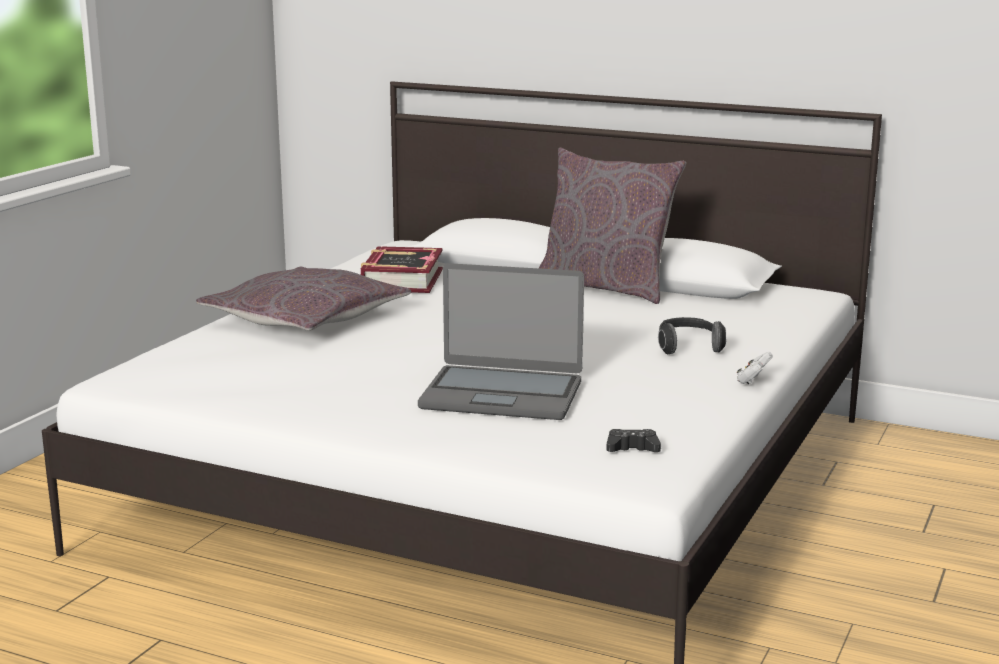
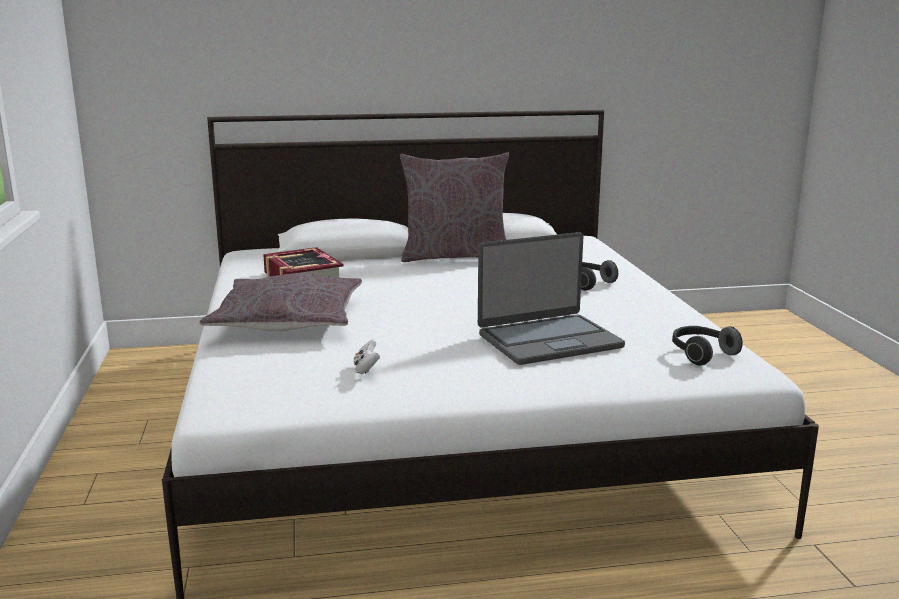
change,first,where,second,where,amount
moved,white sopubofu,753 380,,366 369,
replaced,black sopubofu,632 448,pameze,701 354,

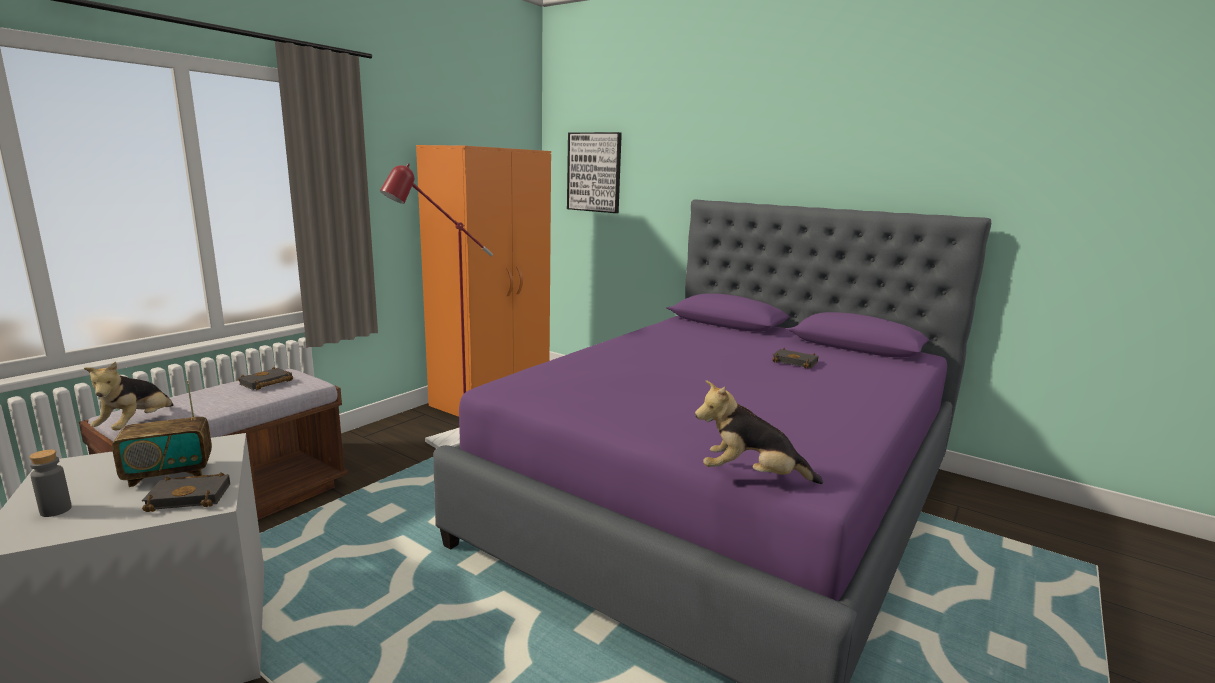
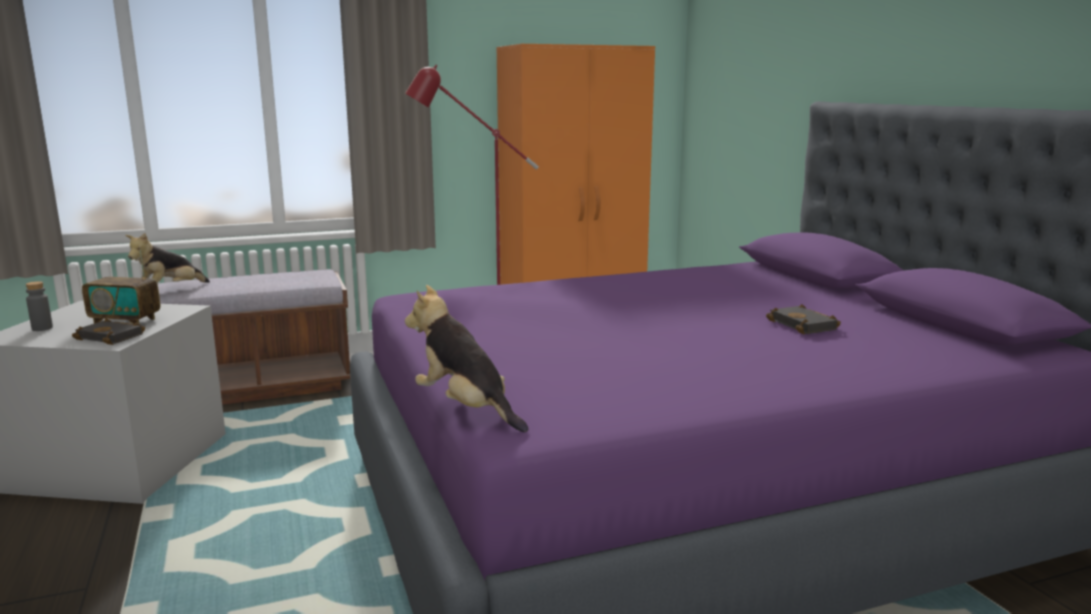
change,first,where,second,where,amount
removed,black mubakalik,266 383,,,
removed,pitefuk,594 172,,,

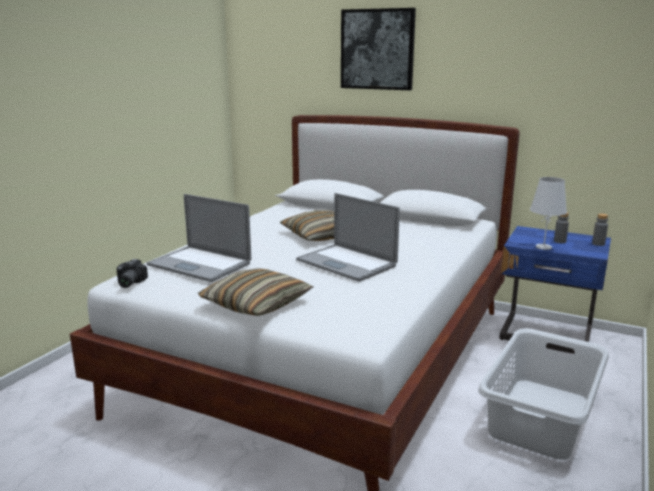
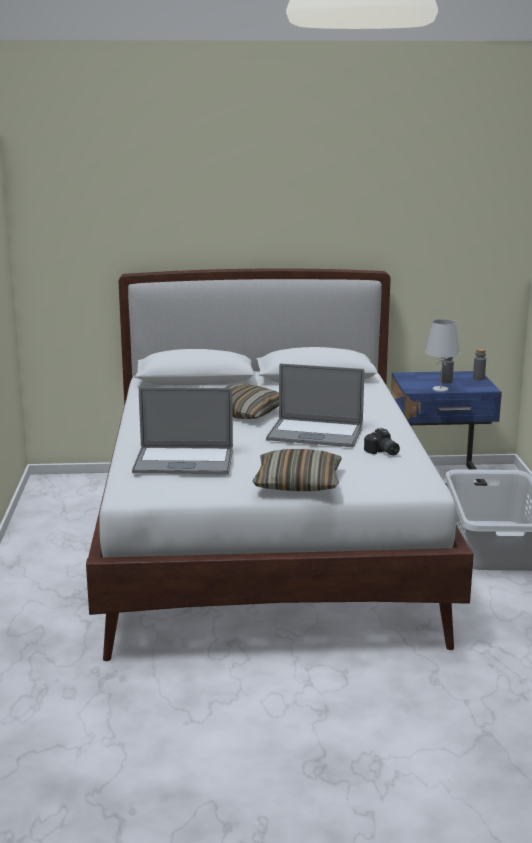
change,first,where,second,where,amount
removed,pitefuk,377 49,,,
moved,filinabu,128 283,,382 452,

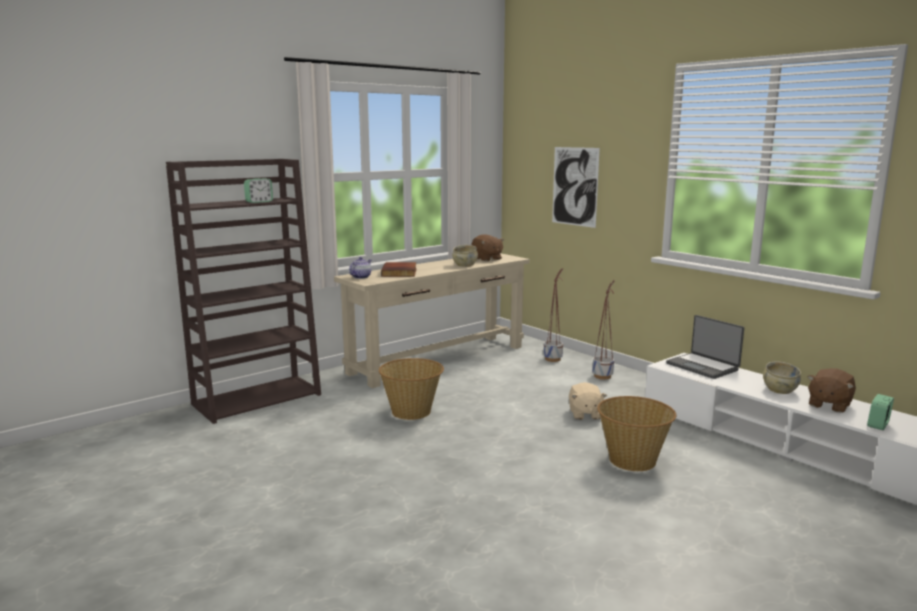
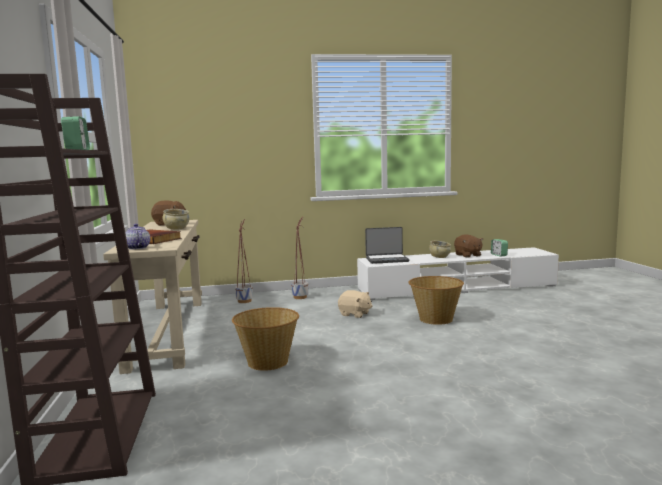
change,first,where,second,where,amount
removed,pitefuk,575 186,,,

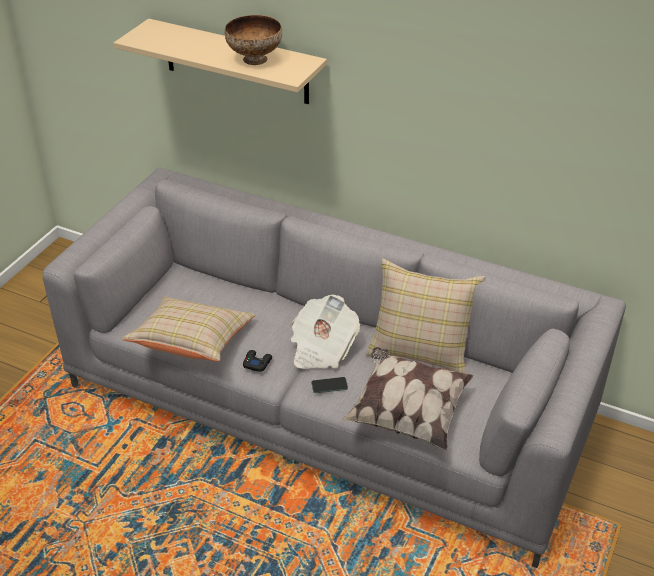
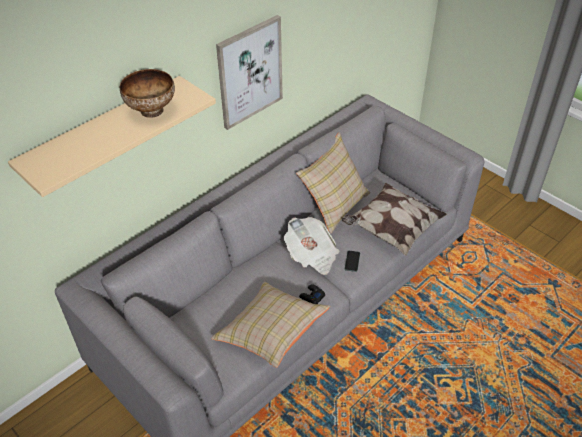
change,first,where,second,where,amount
added,,,pitefuk,249 72,

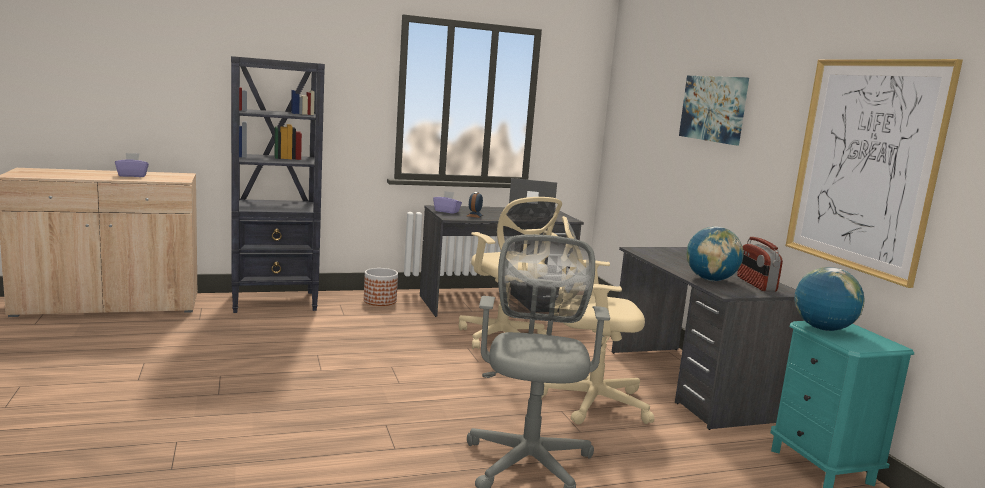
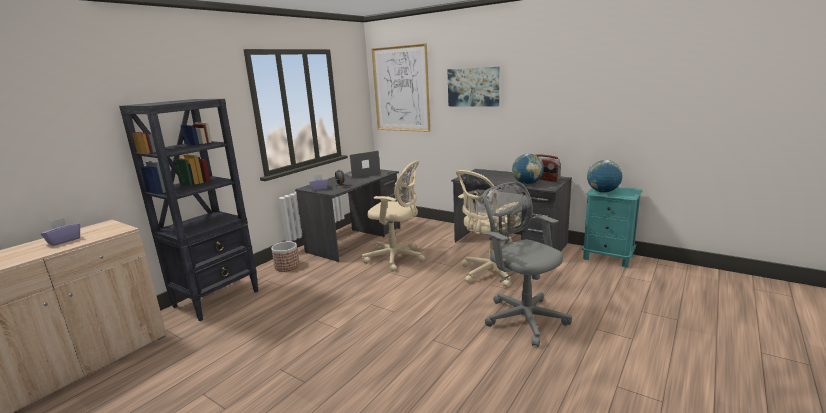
change,first,where,second,where,amount
moved,pitefuk,864 165,,401 89,

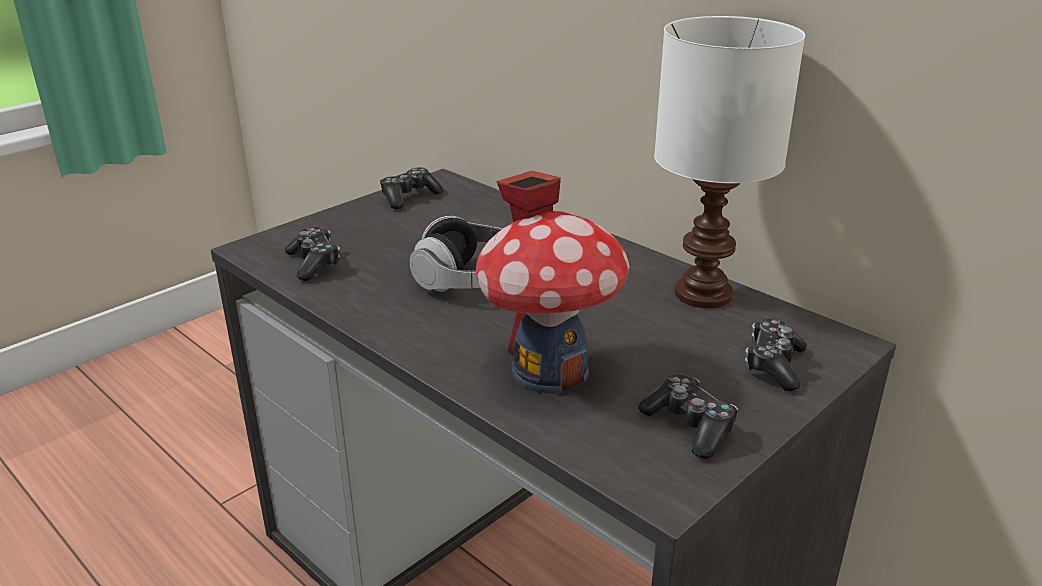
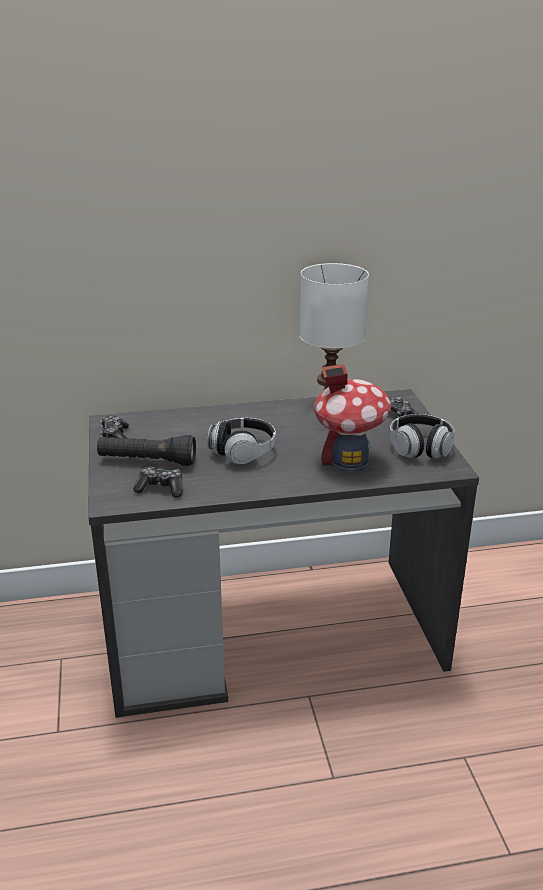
change,first,where,second,where,amount
added,,,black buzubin,147 461,
replaced,sopubofu,690 426,pameze,420 448,

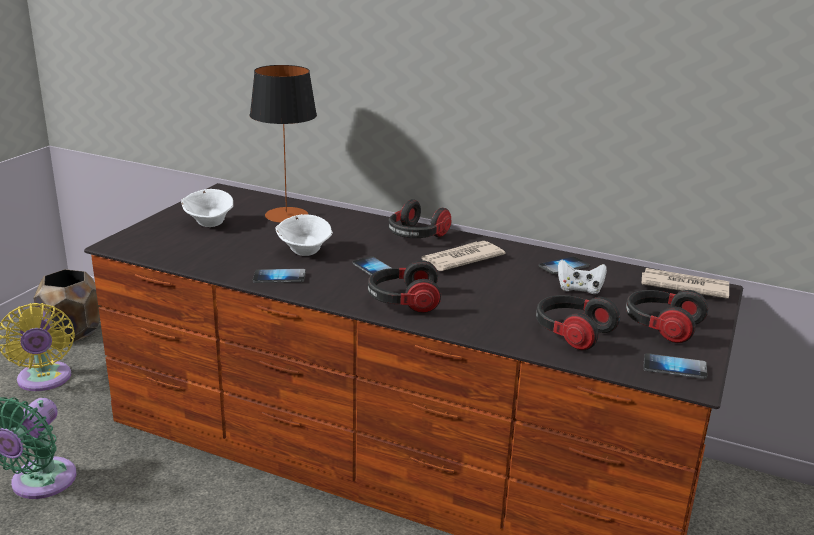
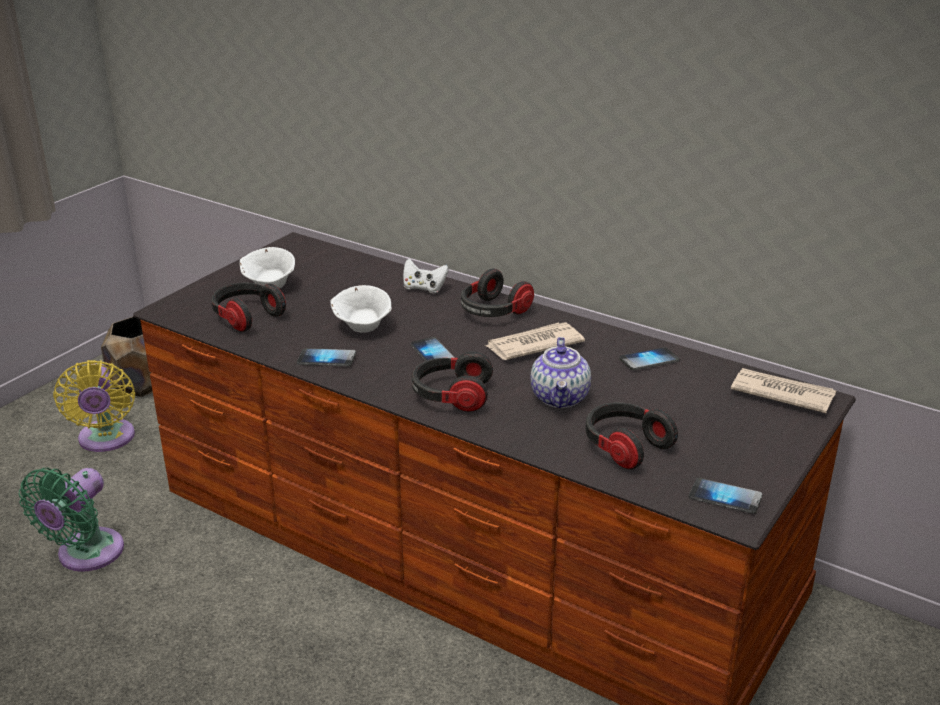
change,first,where,second,where,amount
removed,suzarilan,286 215,,,
added,,,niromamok,560 398,
moved,white sopubofu,579 289,,424 288,
moved,pameze,661 327,,246 317,

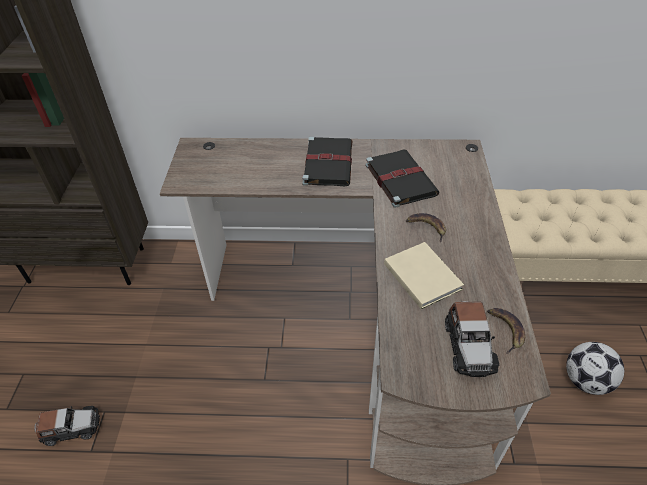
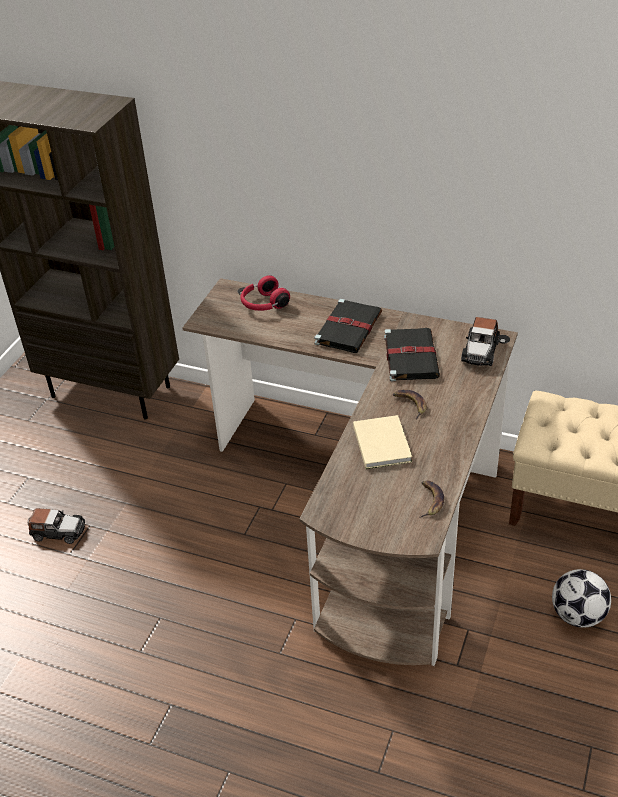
change,first,where,second,where,amount
added,,,red pameze,264 304,
moved,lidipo,469 346,,480 351,

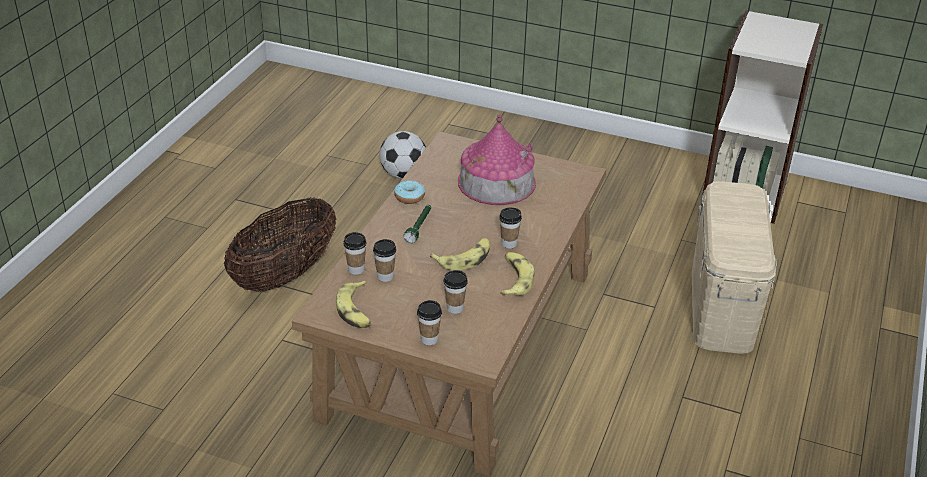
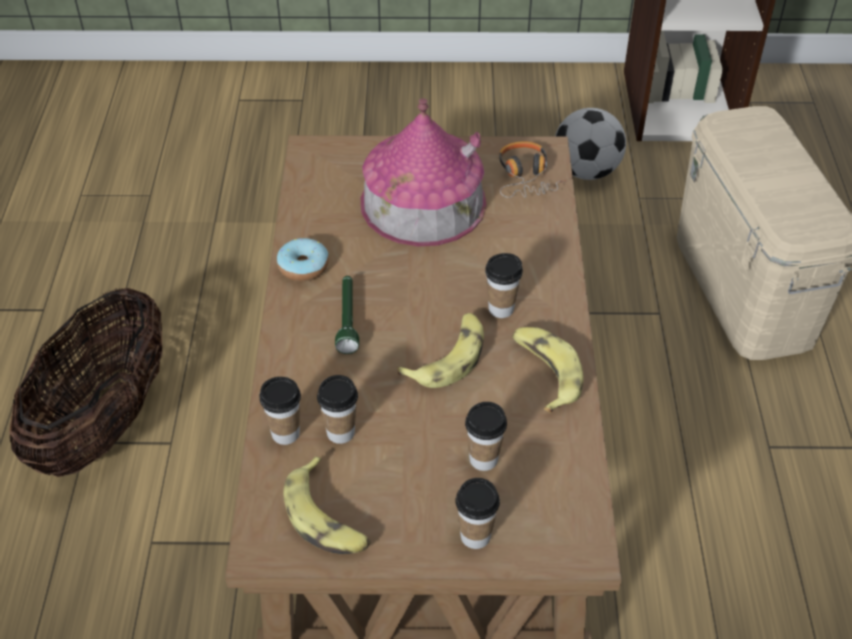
change,first,where,second,where,amount
added,,,pameze,526 177,
moved,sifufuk,403 174,,586 171,

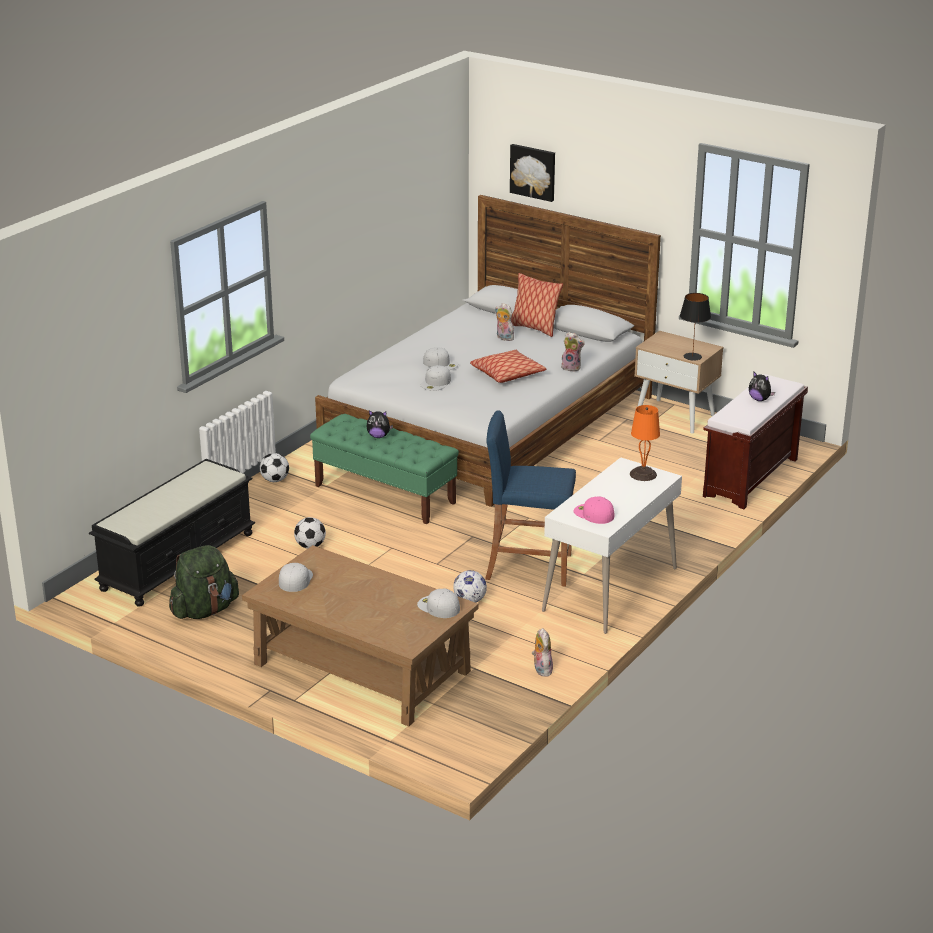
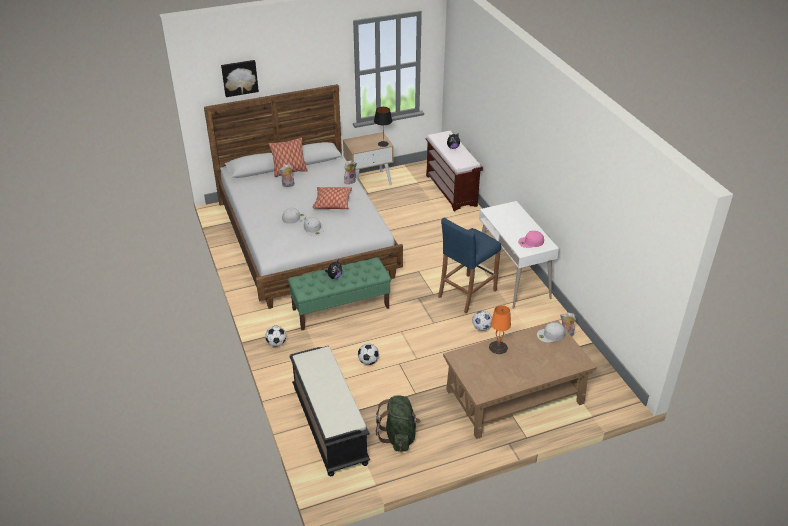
change,first,where,second,where,amount
removed,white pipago,295 579,,,
moved,orange suzarilan,643 474,,498 347,

